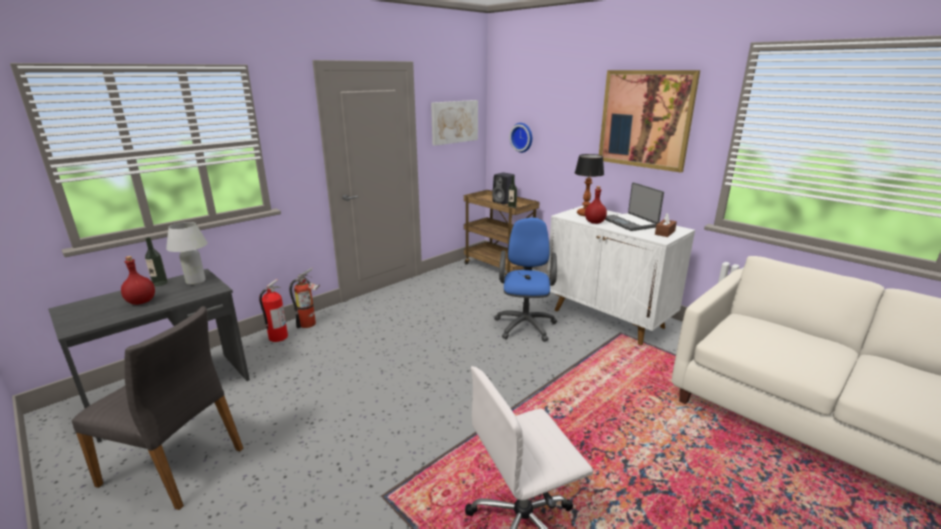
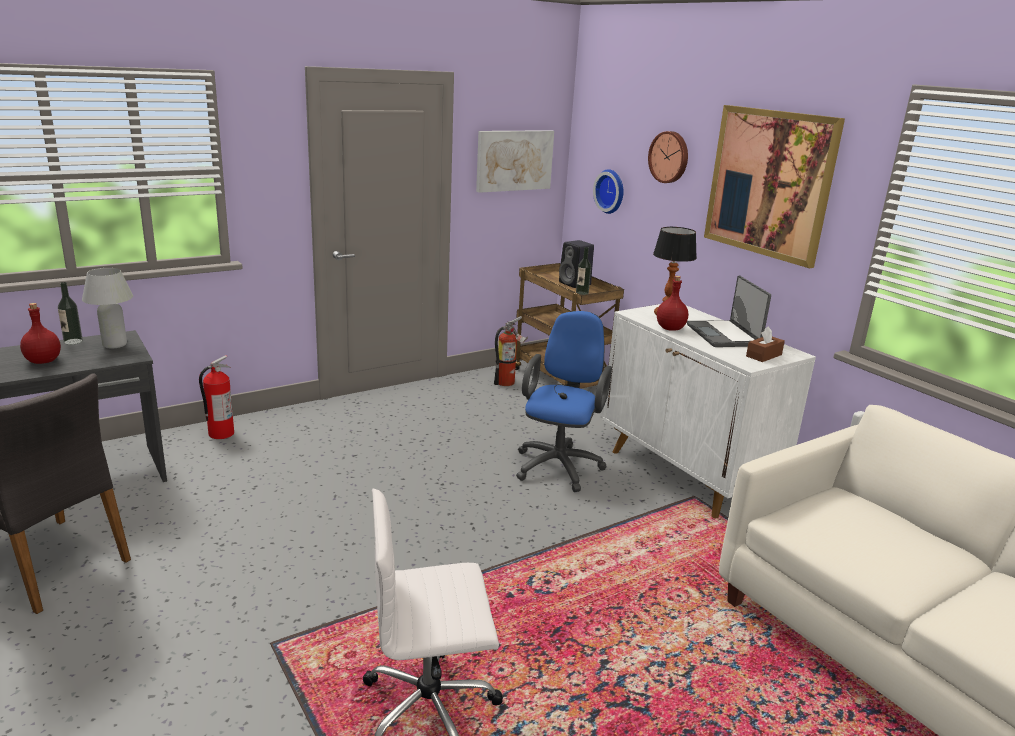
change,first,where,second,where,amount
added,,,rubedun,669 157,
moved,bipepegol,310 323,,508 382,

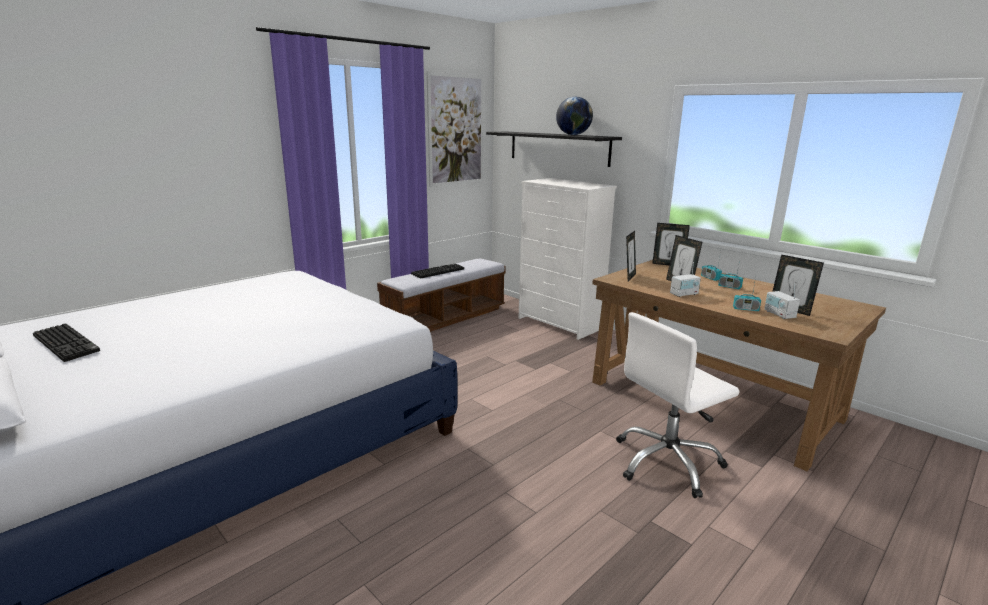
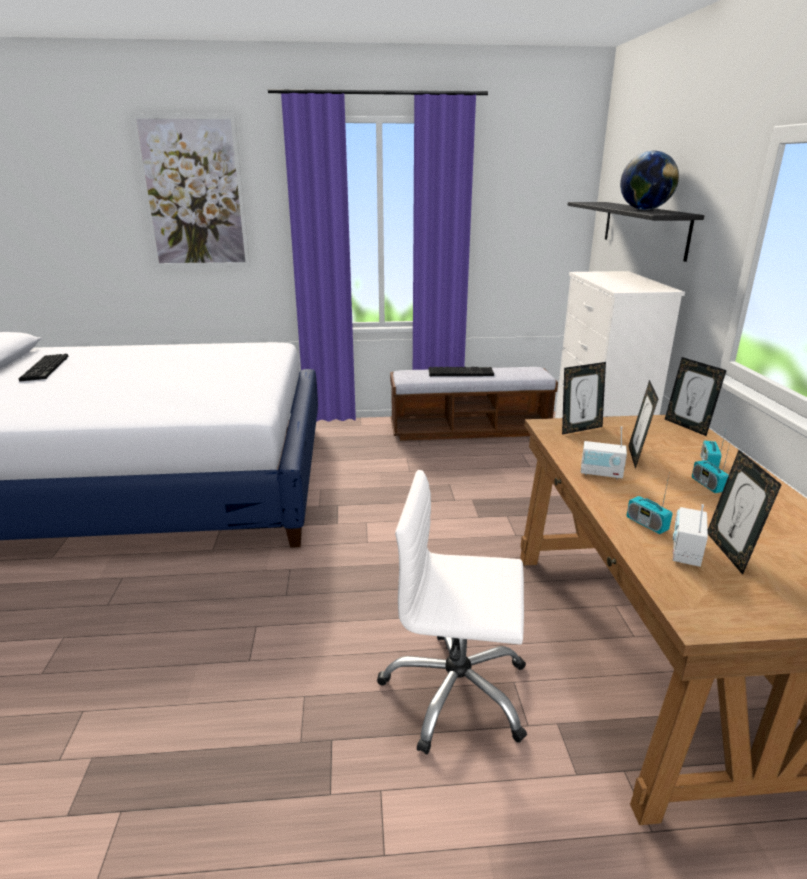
change,first,where,second,where,amount
moved,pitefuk,456 130,,193 194,

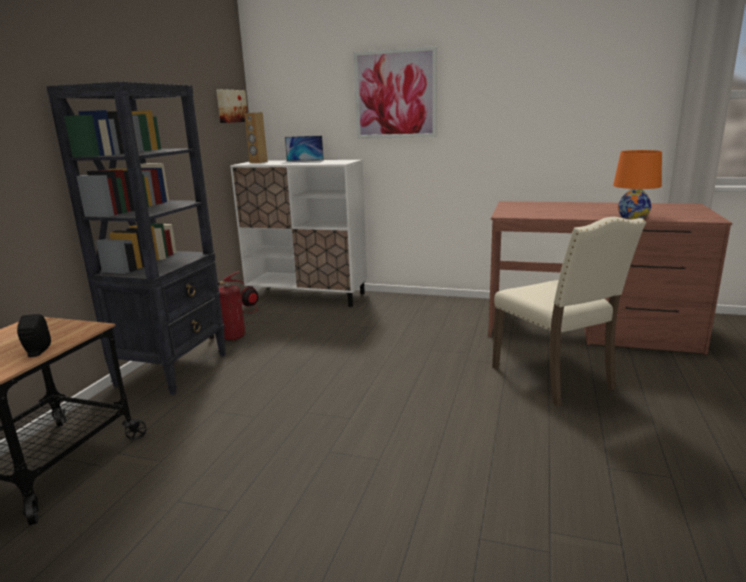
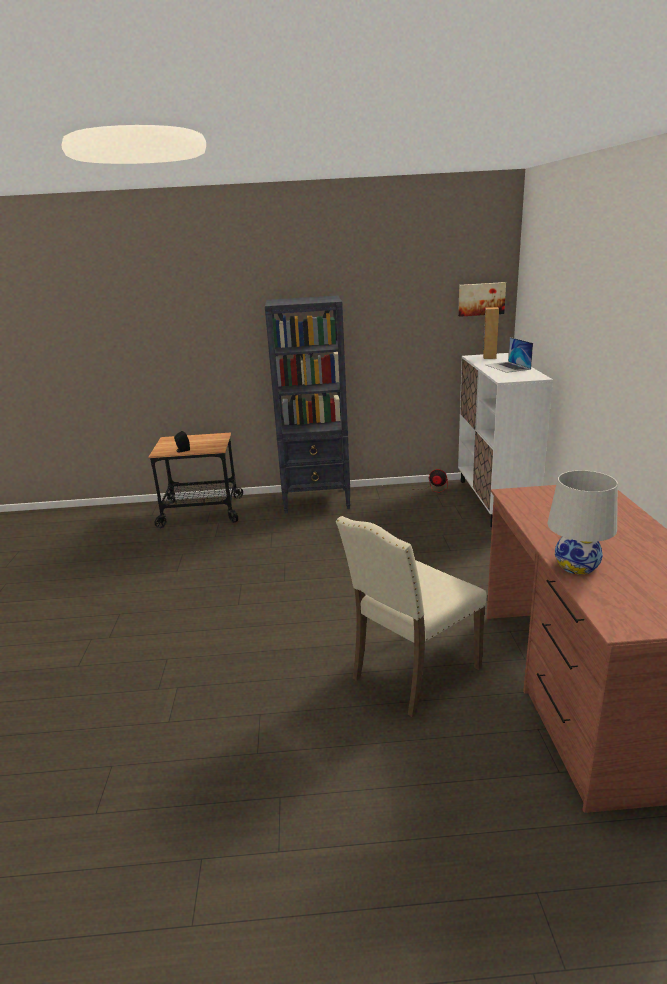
change,first,where,second,where,amount
removed,bipepegol,231 337,,,
removed,pitefuk,395 94,,,
recoloured,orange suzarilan,633 216,white suzarilan,576 566,

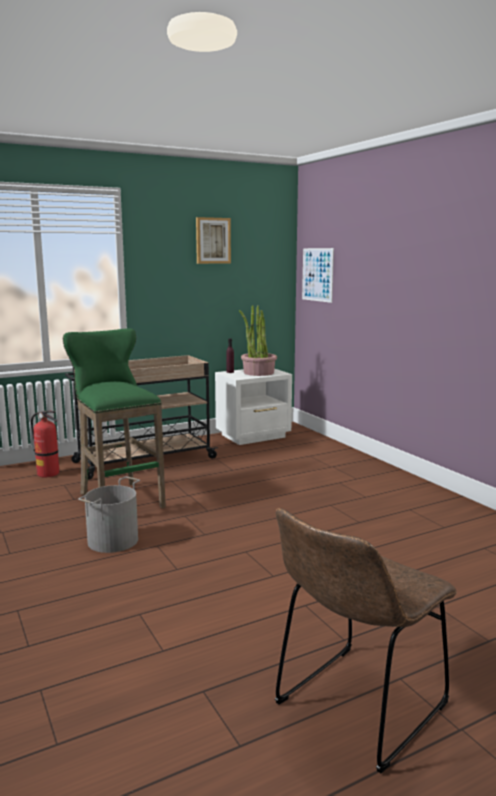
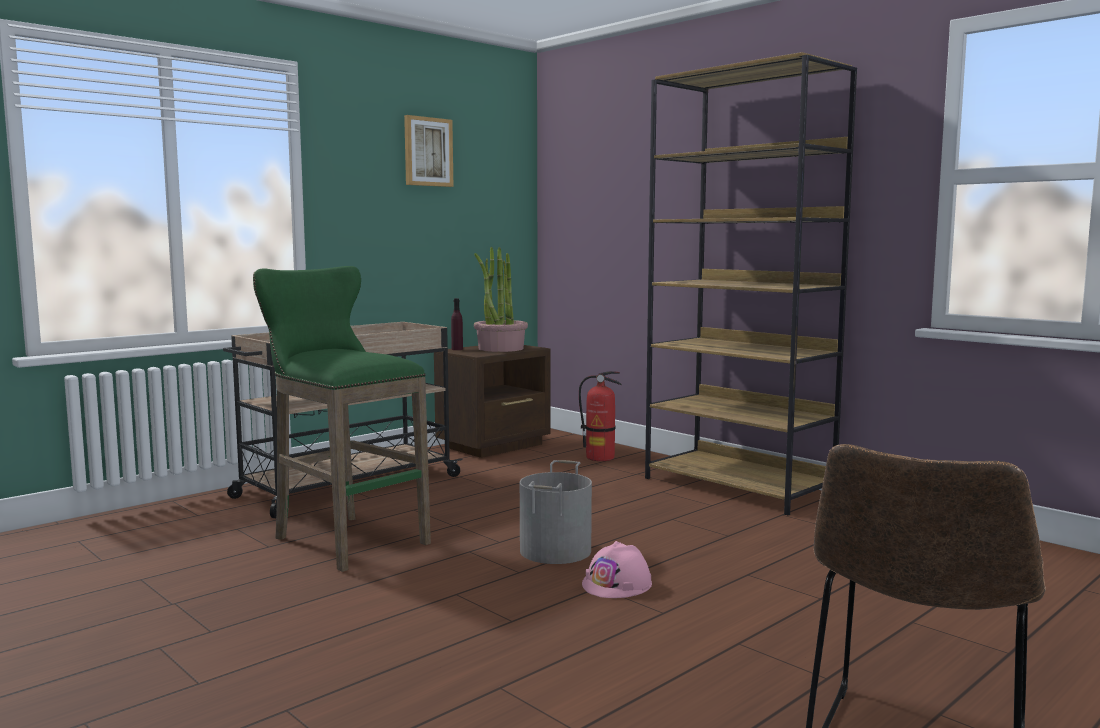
change,first,where,second,where,amount
removed,pitefuk,317 274,,,
added,,,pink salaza,617 584,
added,,,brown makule,738 487,
moved,bipepegol,48 474,,600 458,
moved,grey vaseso,113 541,,556 551,
recoloured,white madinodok,254 436,brown madinodok,495 446,

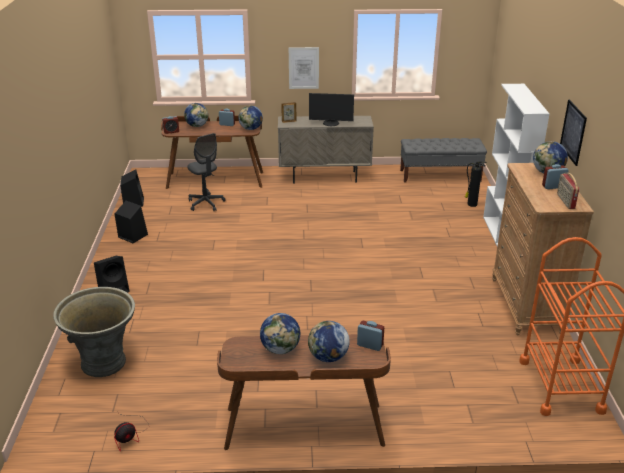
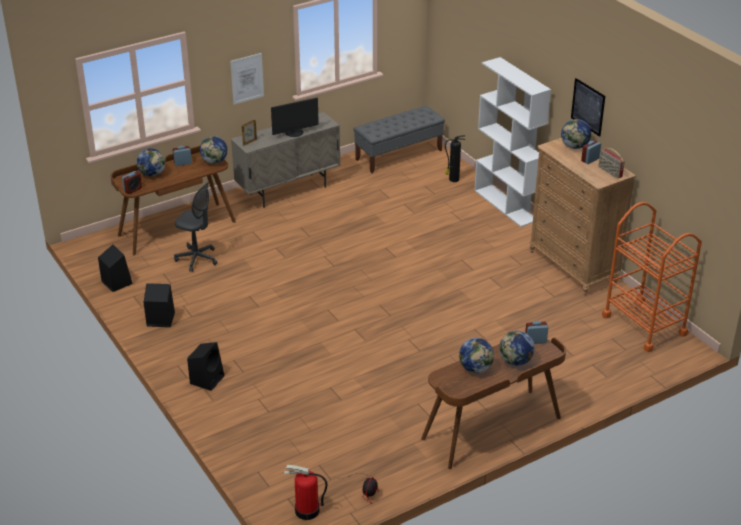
change,first,where,second,where,amount
removed,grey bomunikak,104 363,,,
added,,,bipepegol,307 511,

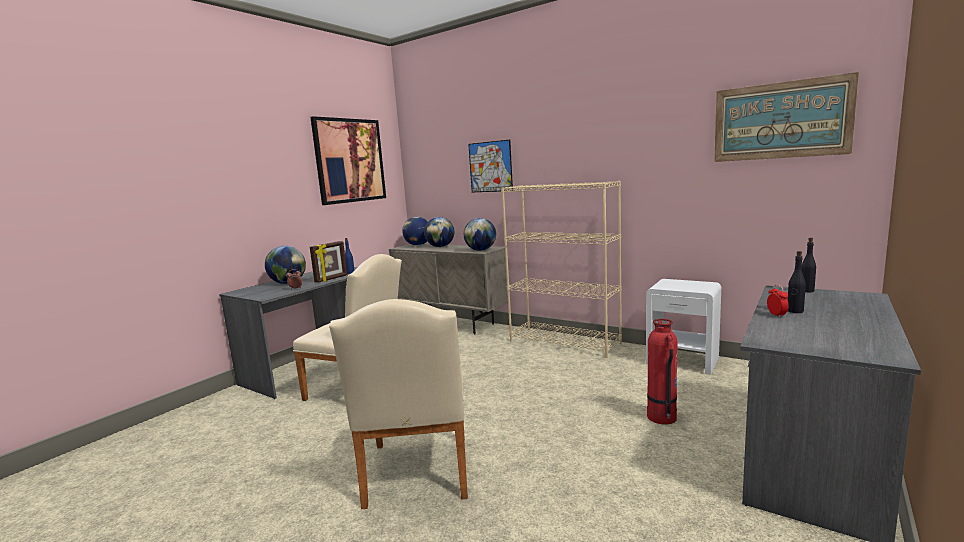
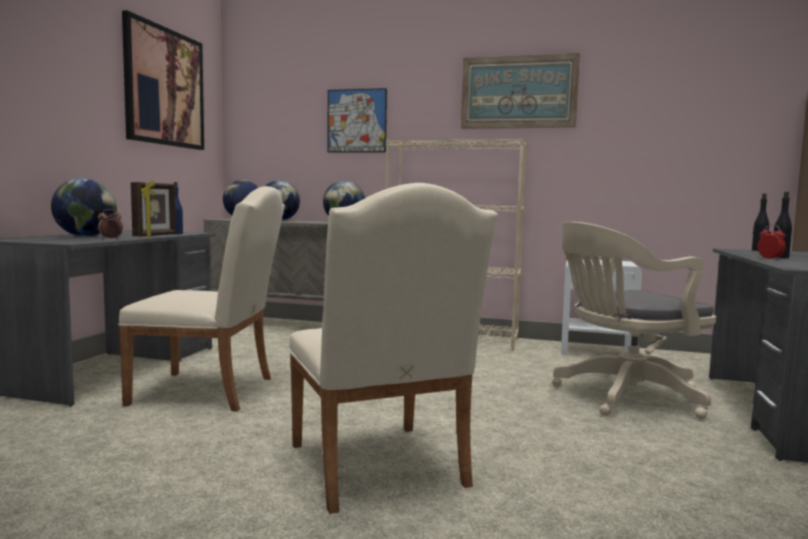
change,first,where,second,where,amount
moved,pitefuk,780 120,,518 92,
replaced,bipepegol,661 417,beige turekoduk,623 396,

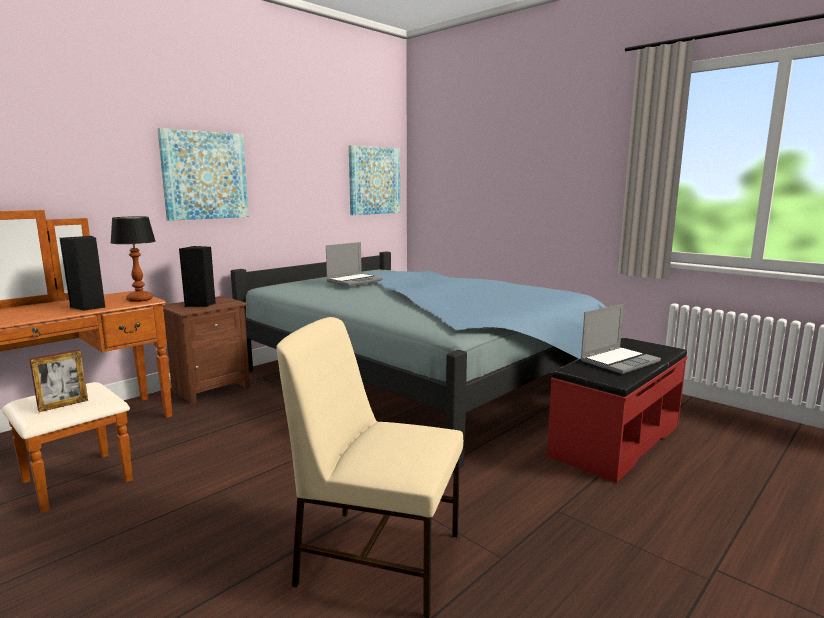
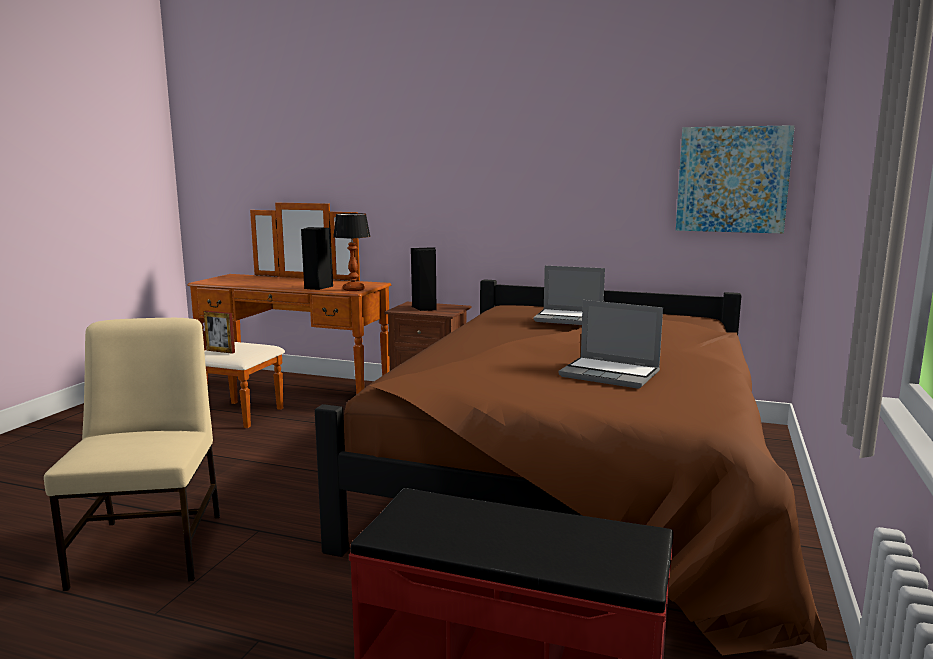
change,first,where,second,where,amount
removed,pitefuk,204 175,,,
moved,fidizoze,619 361,,611 374,
recoloured,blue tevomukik,423 379,brown tevomukik,580 481,

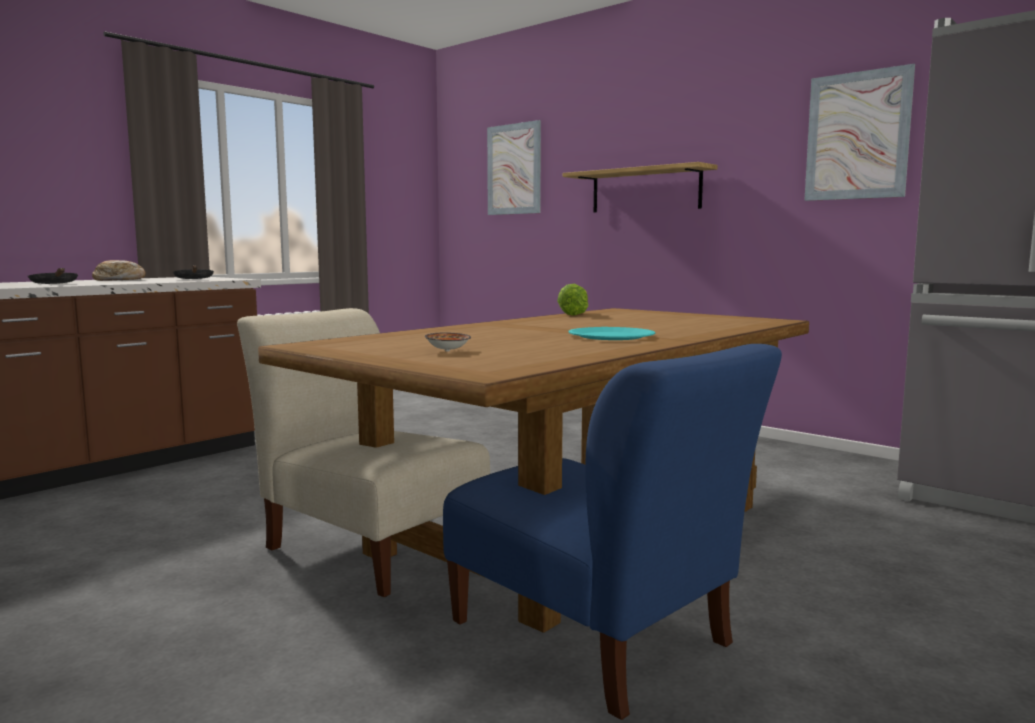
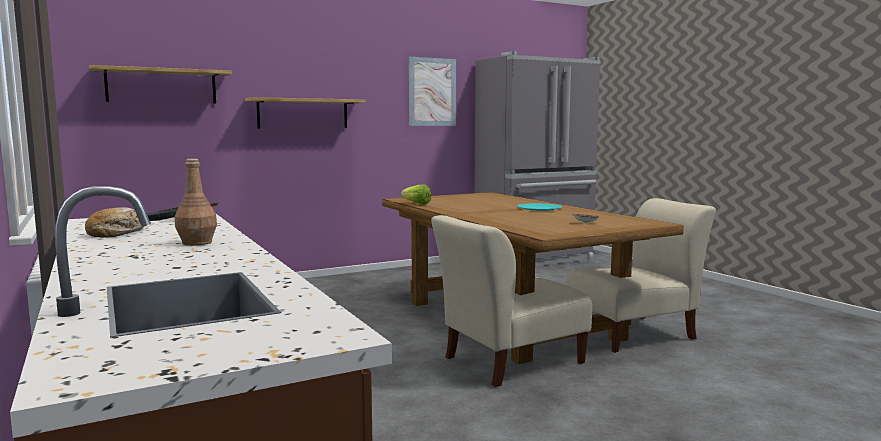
change,first,where,second,where,amount
replaced,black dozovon,55 284,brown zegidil,197 243,
replaced,pitefuk,514 169,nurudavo,162 86,
recoloured,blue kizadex,596 639,beige kizadex,635 333,

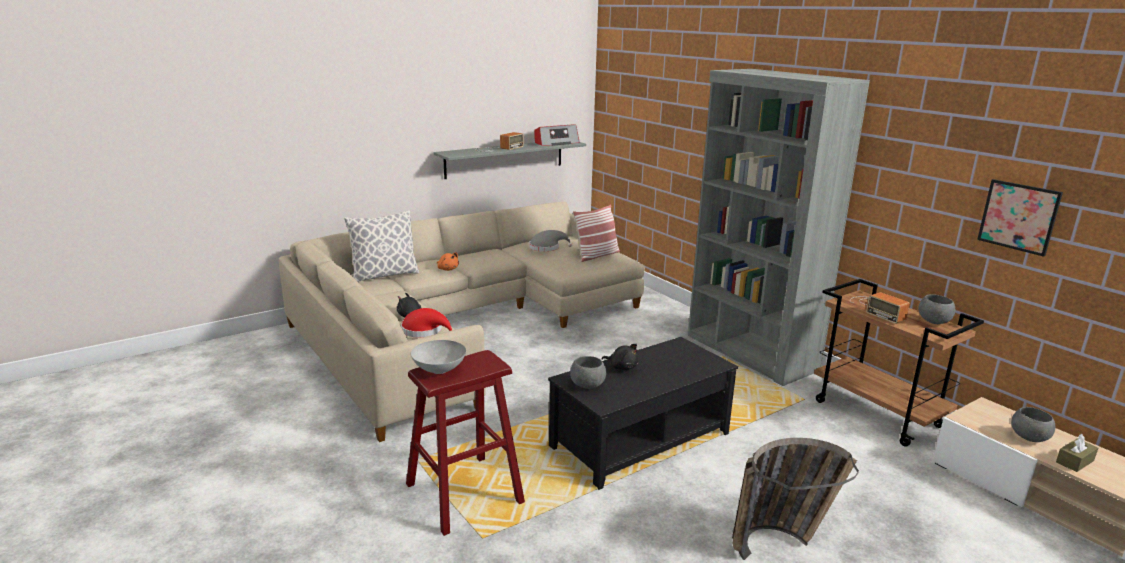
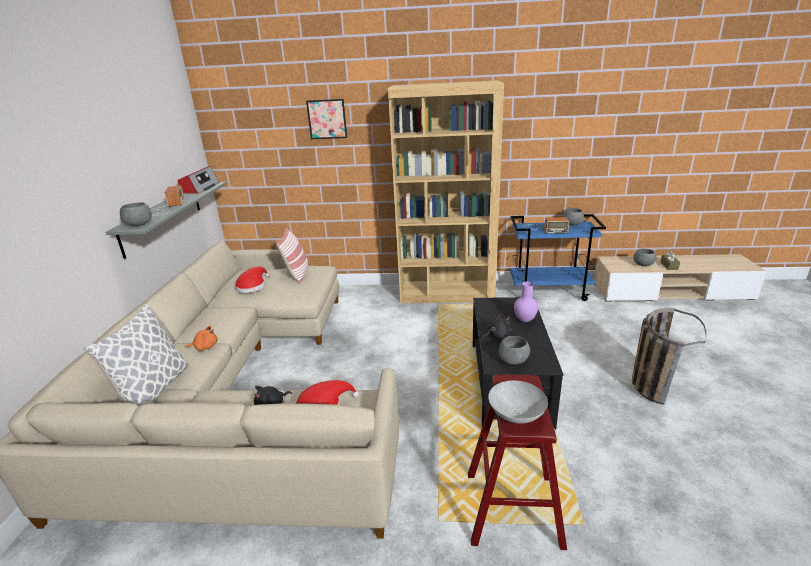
change,first,where,second,where,amount
added,,,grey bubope,139 225,
added,,,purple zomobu,525 320,
moved,pitefuk,1018 216,,327 119,
recoloured,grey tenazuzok,547 248,red tenazuzok,252 286,
recoloured,grey makule,750 353,brown makule,447 294,
recoloured,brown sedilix,878 414,blue sedilix,549 292,

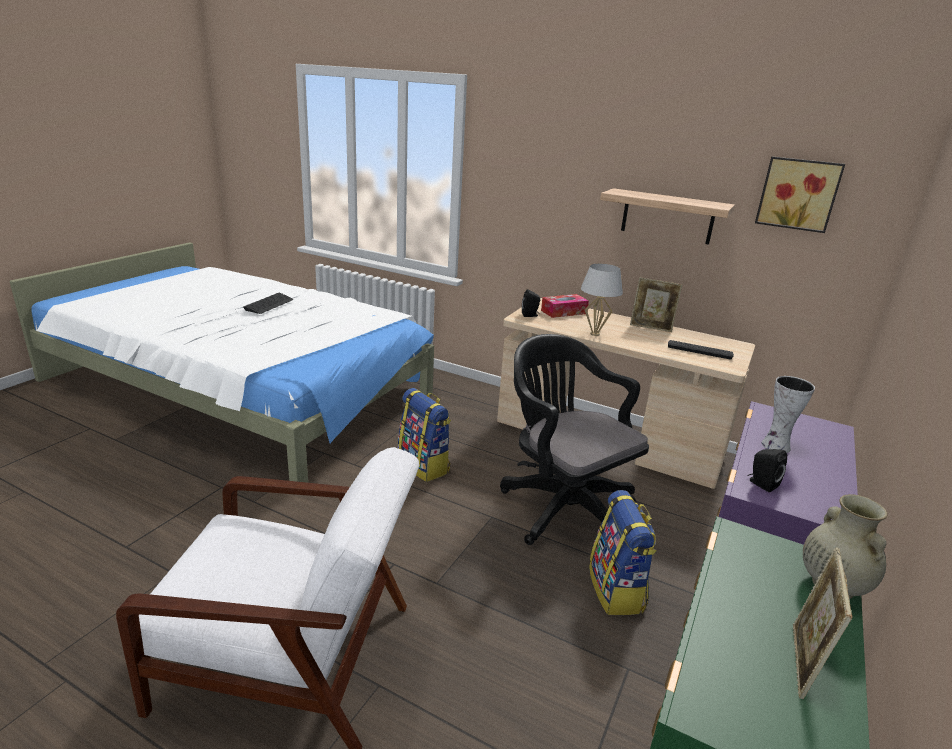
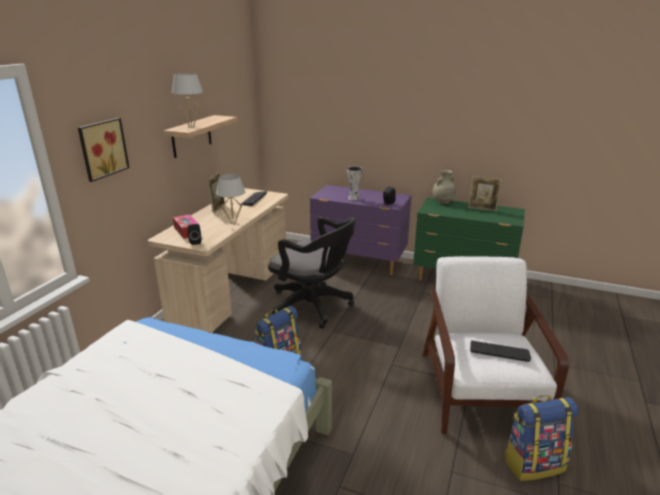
change,first,where,second,where,amount
added,,,white suzarilan,191 127,
moved,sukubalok,269 304,,499 351,
moved,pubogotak,617 590,,533 463,
moved,pitefuk,798 194,,102 148,
turned,black turekoduk,562 506,,314 307,105 degrees counterclockwise

